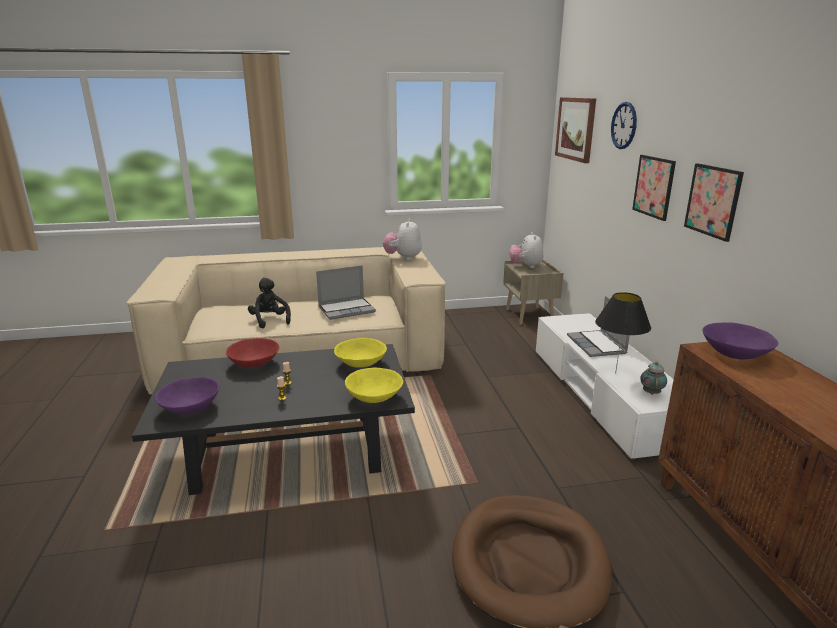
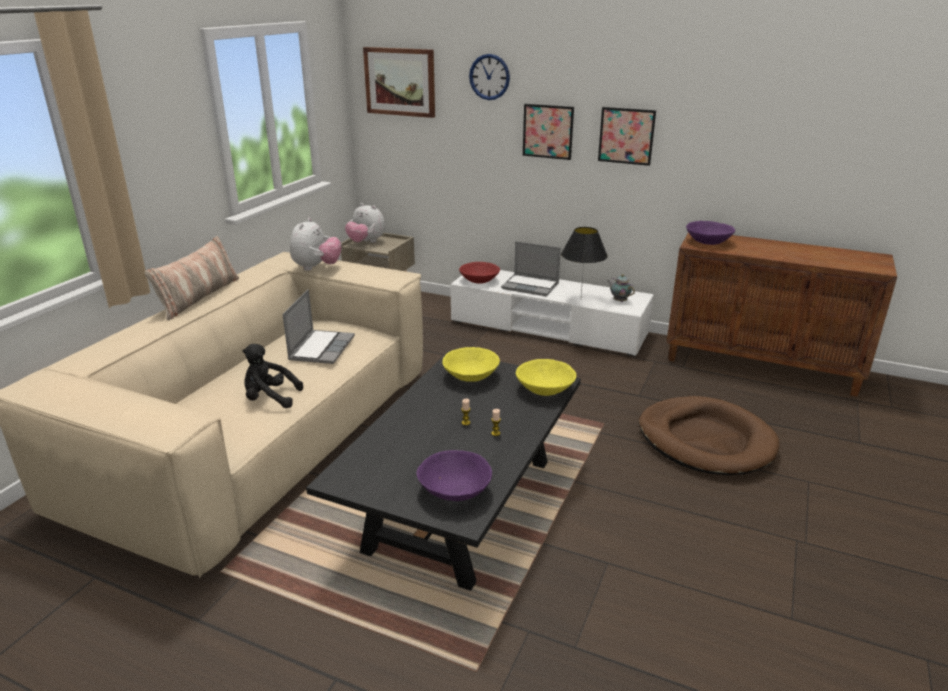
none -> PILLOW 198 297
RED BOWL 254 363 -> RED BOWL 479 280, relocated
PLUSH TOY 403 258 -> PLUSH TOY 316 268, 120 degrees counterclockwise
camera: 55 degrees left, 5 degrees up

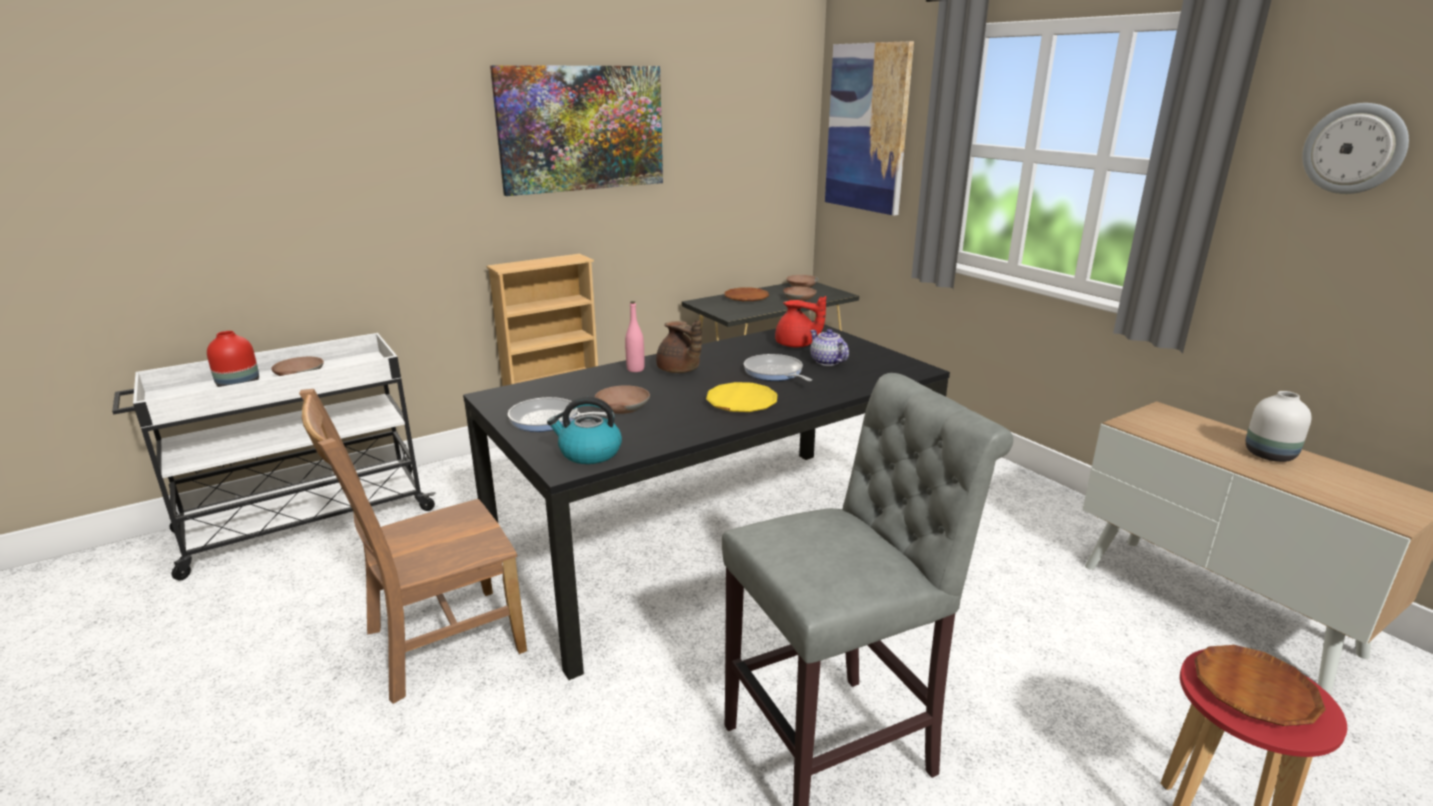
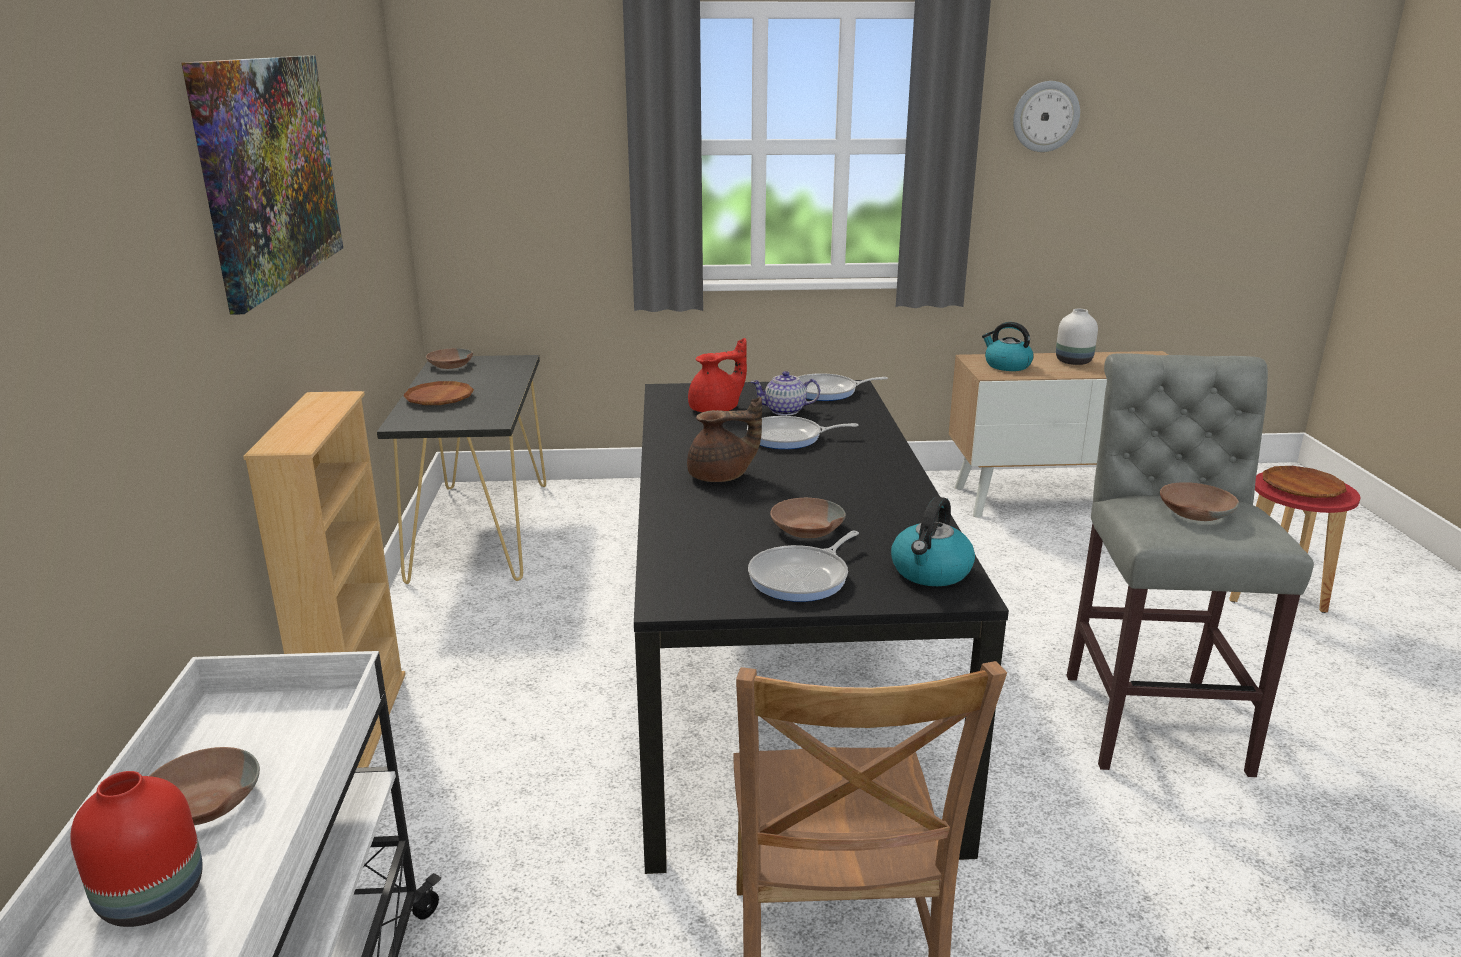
PINK BOTTLE 635 369 -> none
YELLOW PLATE 741 402 -> none
PICTURE 867 128 -> none
none -> FRYING PAN 828 392
none -> KETTLE 1006 365
BROWN BOWL 799 298 -> BROWN BOWL 1194 511, relocated
camera: 60 degrees left, 0 degrees up

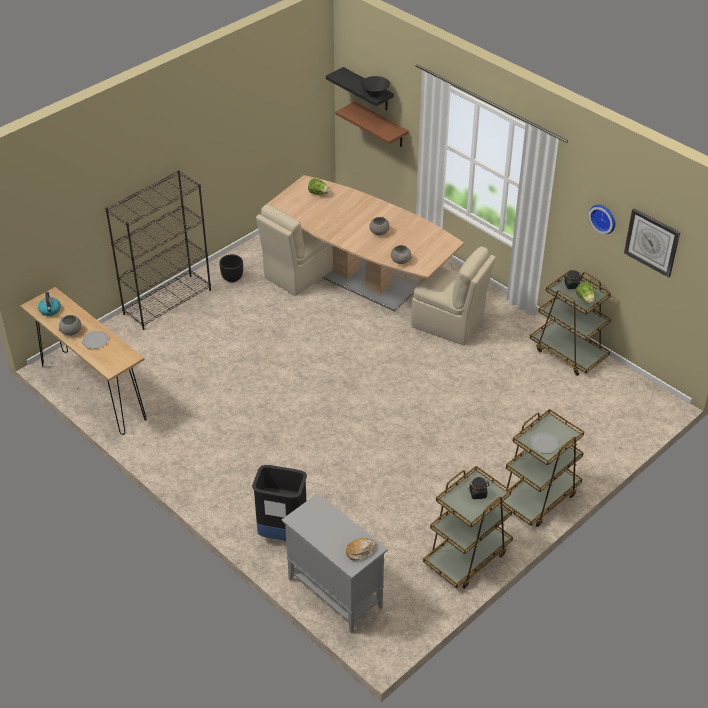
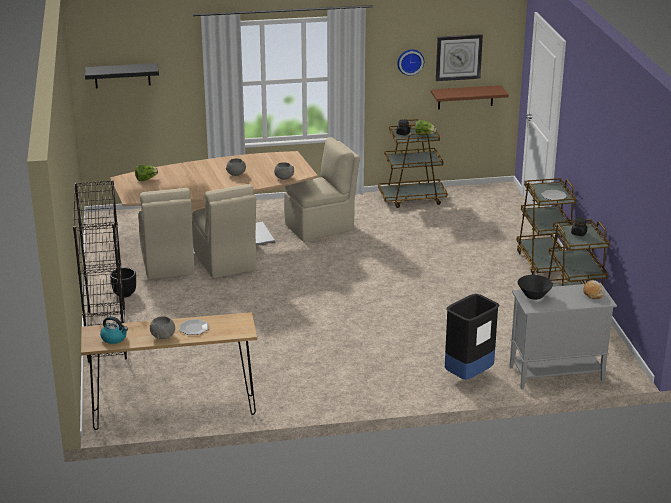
none -> BEIGE CHAIR 225 262
BROWN SHELF 381 125 -> BROWN SHELF 465 97, relocated
BLACK BOWL 375 94 -> BLACK BOWL 534 296, relocated
camera: 55 degrees left, 15 degrees down

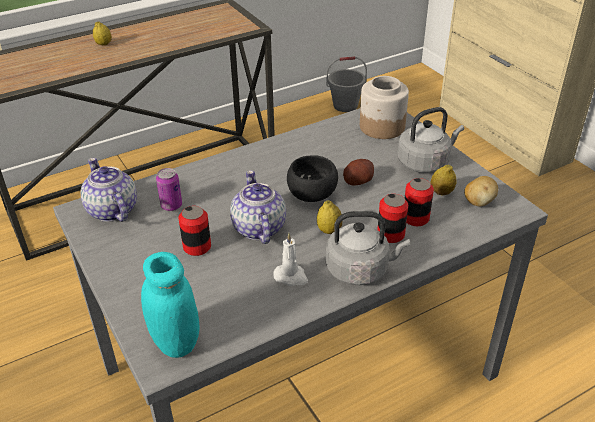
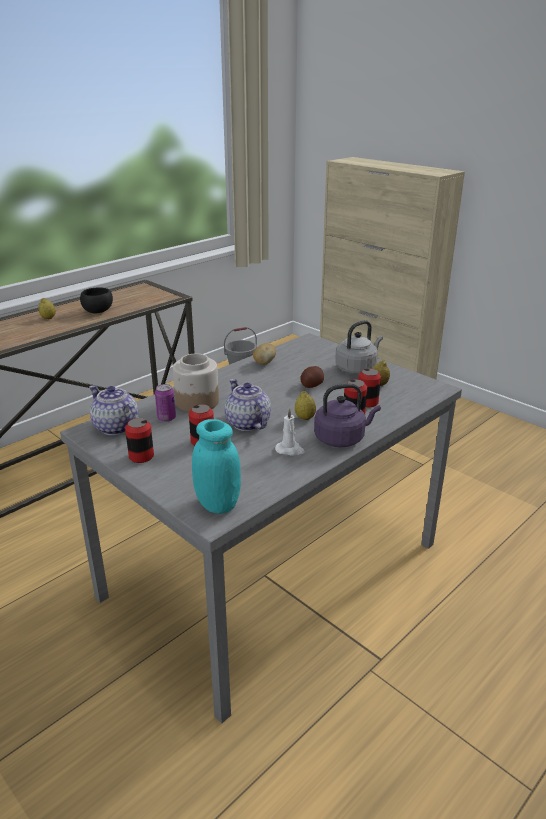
none -> CAN 141 456
BLACK BOWL 313 194 -> BLACK BOWL 98 311, relocated
JAR 381 127 -> JAR 196 402, relocated
POTATO 479 202 -> POTATO 264 363, relocated
GREY KETTLE 360 270 -> PURPLE KETTLE 342 438
camera: 15 degrees left, 10 degrees down

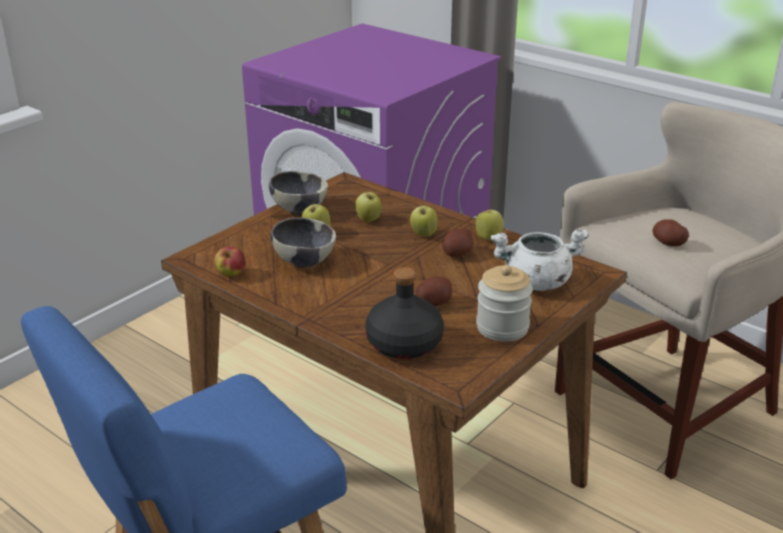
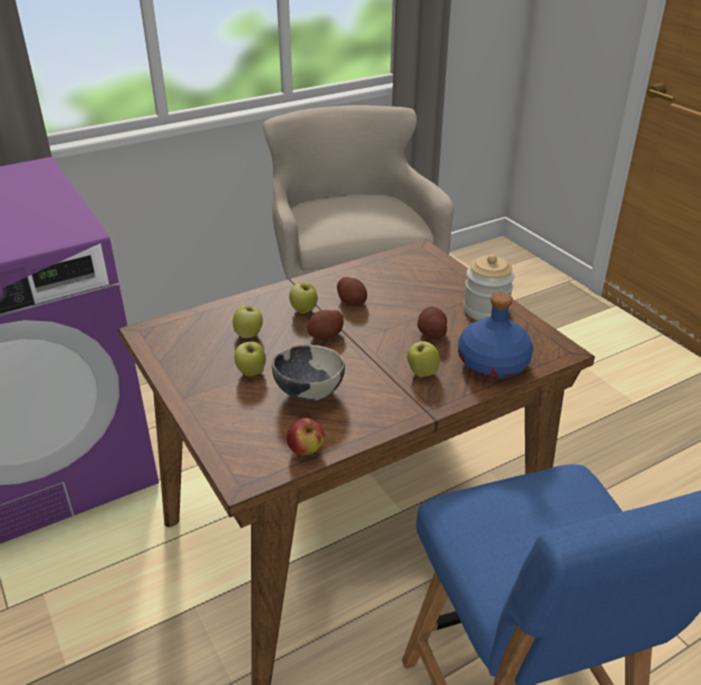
BOWL 299 209 -> none
WHITE COOKING POT 536 282 -> none
APPLE 488 238 -> APPLE 422 373, relocated
POTATO 668 243 -> POTATO 326 335, relocated
BLACK BOTTLE 403 344 -> BLUE BOTTLE 493 364
camera: 70 degrees left, 5 degrees up

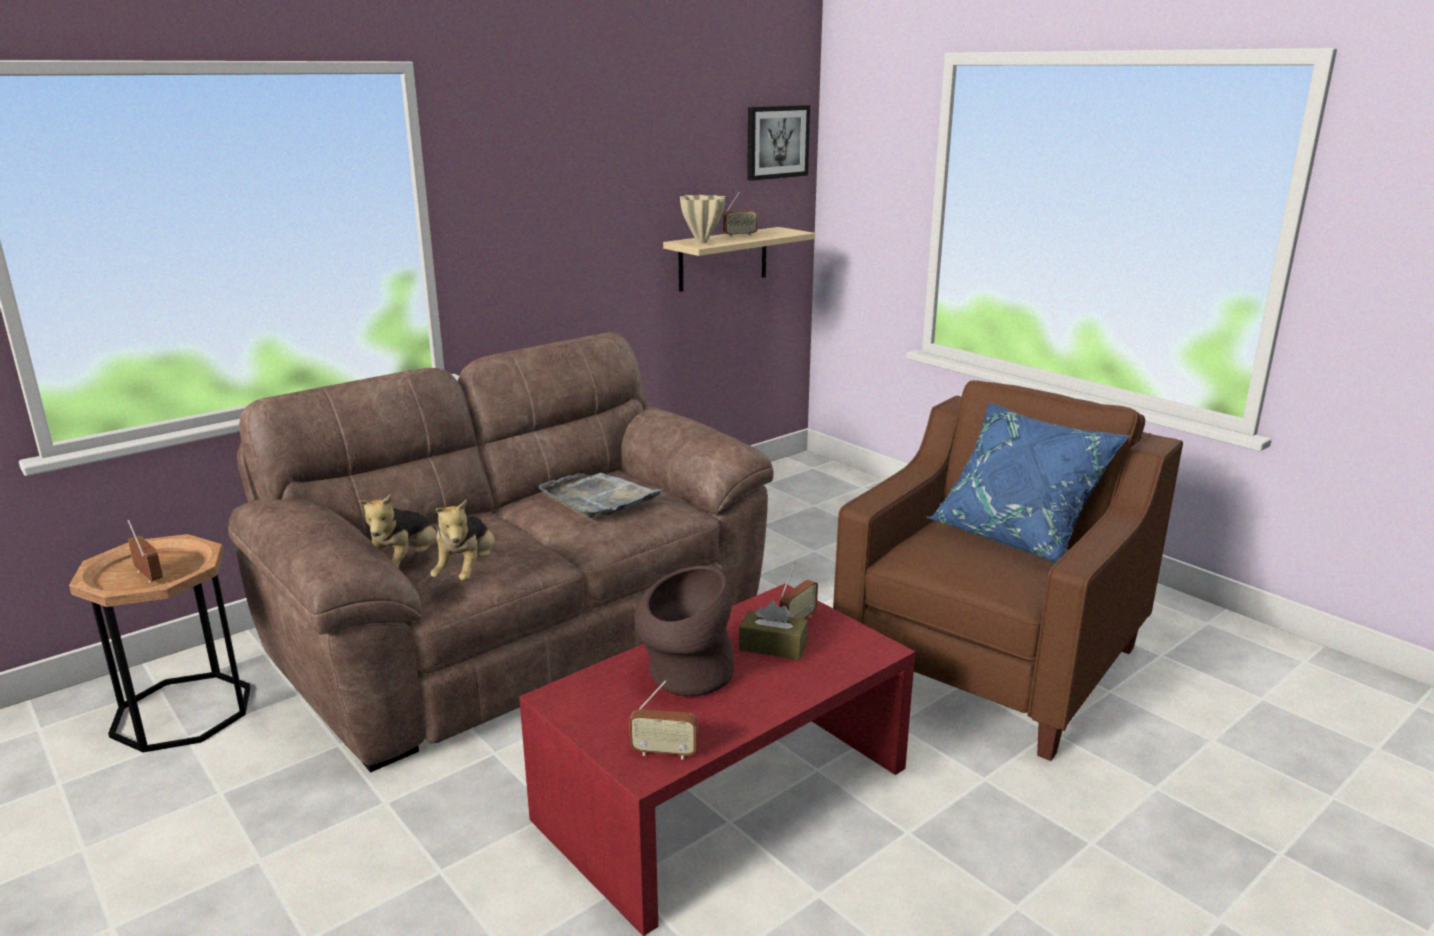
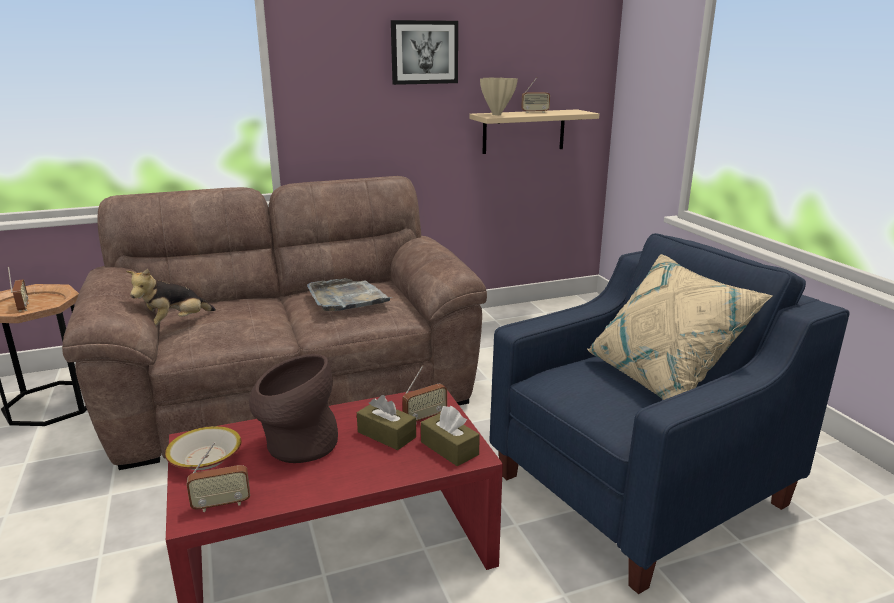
PLUSH TOY 467 571 -> none
none -> BOWL 206 458
none -> BROWN TISSUE BOX 449 448
PICTURE 776 142 -> PICTURE 424 52, relocated
BROWN ARMCHAIR 992 663 -> BLUE ARMCHAIR 640 490
BLUE PILLOW 1017 537 -> BEIGE PILLOW 662 379
RADIO 664 753 -> RADIO 221 504, 45 degrees counterclockwise
camera: 20 degrees right, 0 degrees up

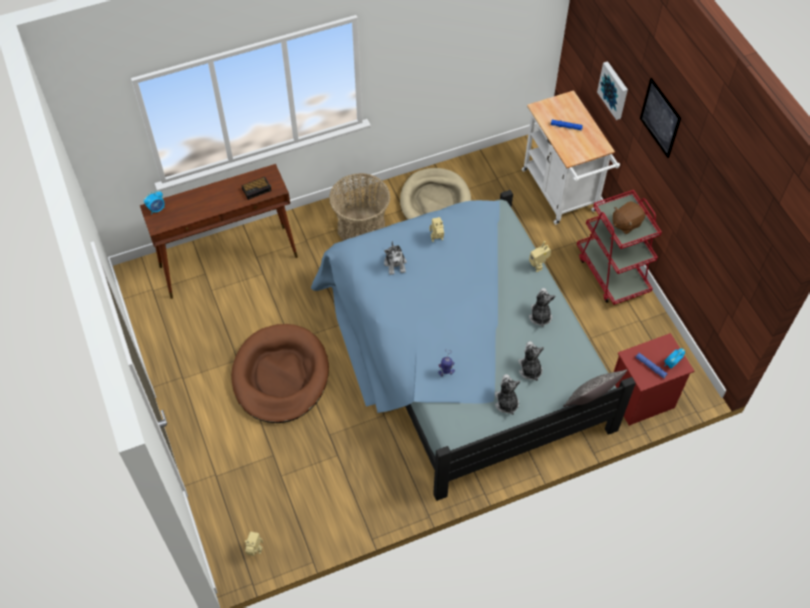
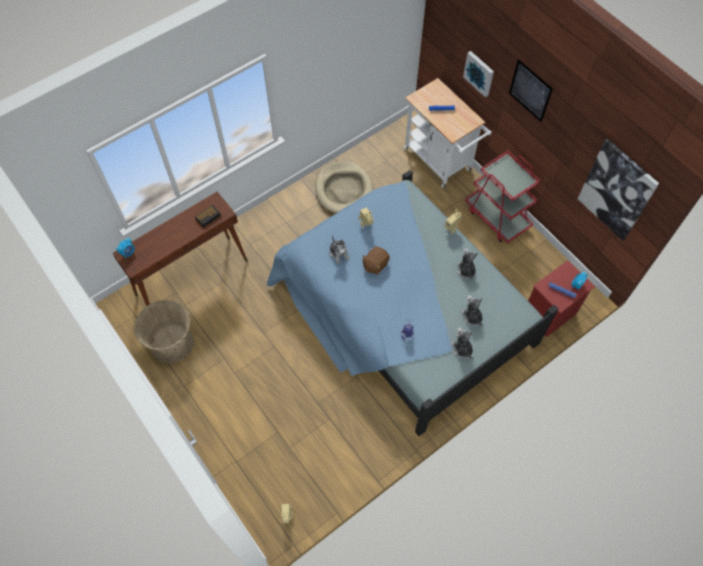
BROWN DOG BED 280 376 -> none
PILLOW 590 400 -> none
none -> PICTURE 617 190
BASKET 361 227 -> BASKET 172 343, relocated
BROWN PLUSH TOY 626 223 -> BROWN PLUSH TOY 375 265, relocated
camera: 15 degrees left, 5 degrees up

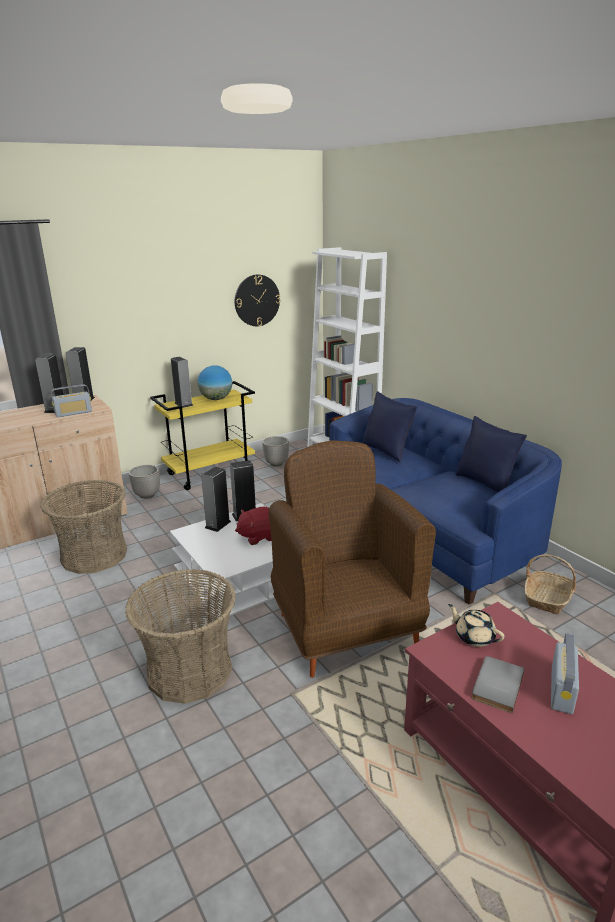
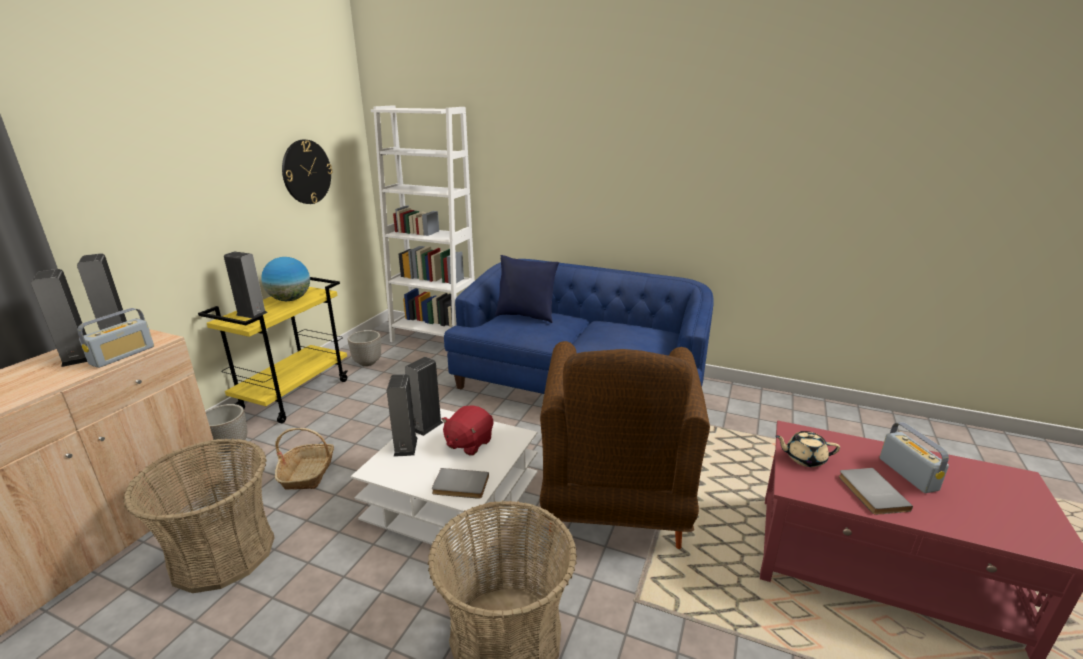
BLUE PILLOW 485 483 -> none
none -> GREY BOOK 460 486
BASKET 548 598 -> BASKET 308 473, relocated
BROWN ARMCHAIR 346 629 -> BROWN ARMCHAIR 613 507, 120 degrees counterclockwise
camera: 35 degrees left, 0 degrees up

